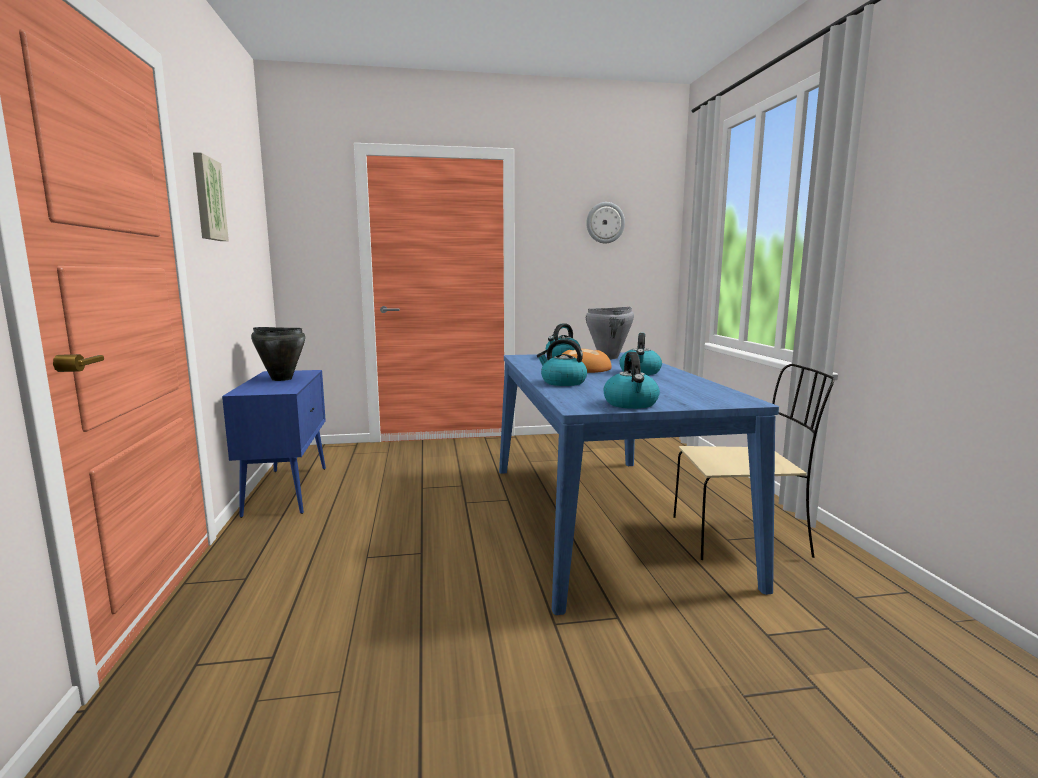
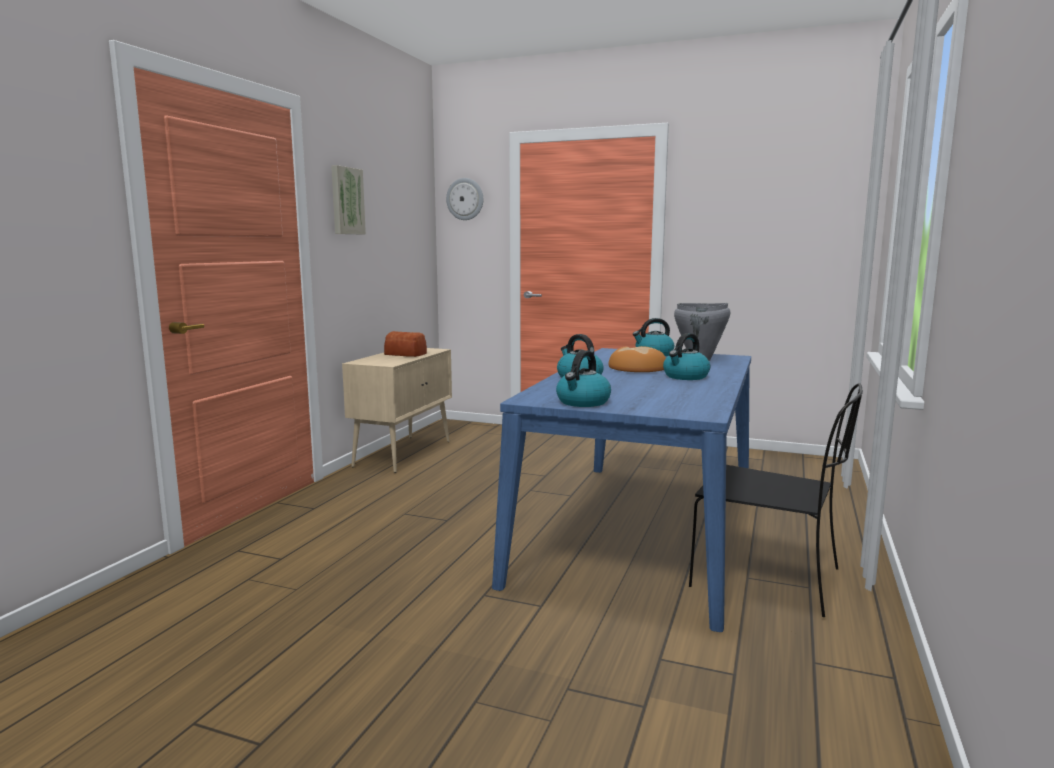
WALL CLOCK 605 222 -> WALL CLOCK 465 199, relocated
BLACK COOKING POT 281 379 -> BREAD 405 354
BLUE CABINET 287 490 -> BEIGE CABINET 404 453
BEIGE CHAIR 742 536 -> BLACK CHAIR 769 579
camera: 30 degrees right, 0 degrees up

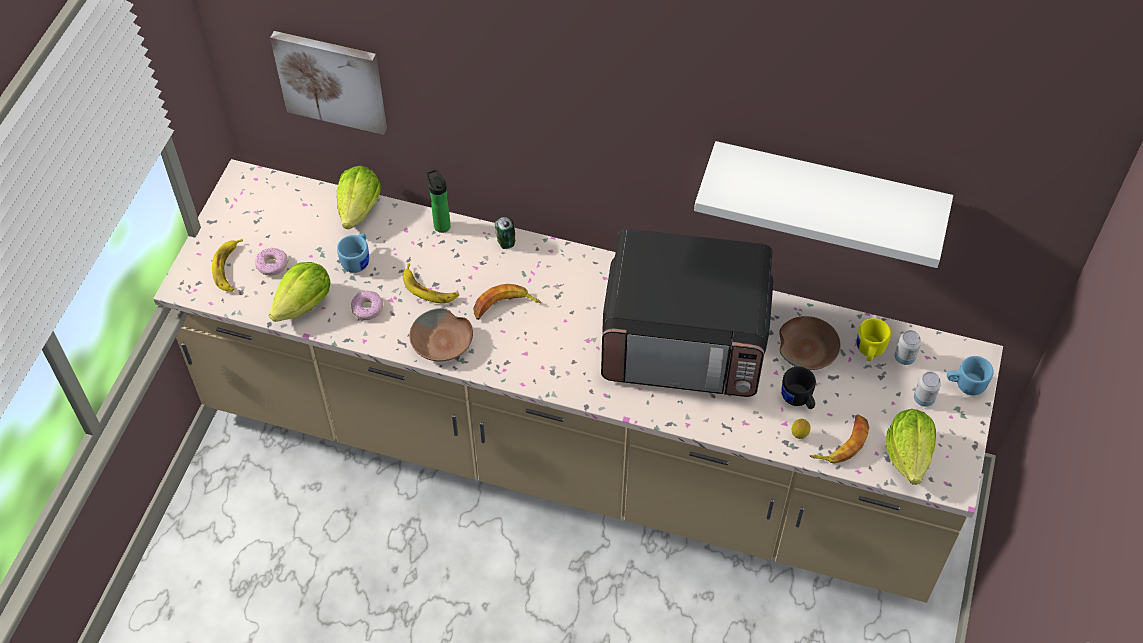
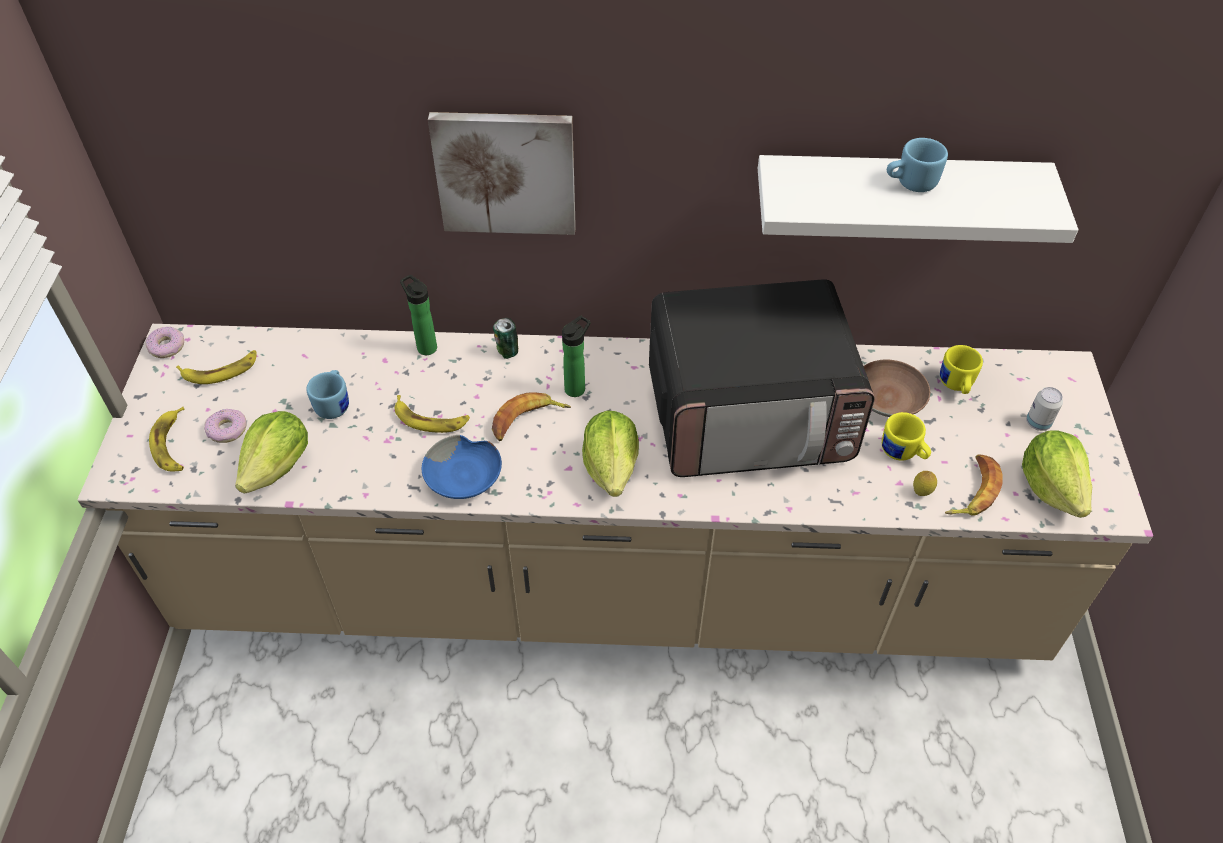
CAN 904 357 -> none
none -> BANANA 220 370
none -> BOTTLE 577 387
PICTURE 331 80 -> PICTURE 506 172, relocated
LETTUCE 359 209 -> LETTUCE 611 467, relocated
DONUT 367 308 -> DONUT 167 346, relocated
BLUE MUG 965 384 -> BLUE MUG 909 183, relocated
BROWN BOWL 442 343 -> BLUE BOWL 464 477
BLACK MUG 798 400 -> YELLOW MUG 903 453
camera: 15 degrees left, 5 degrees down

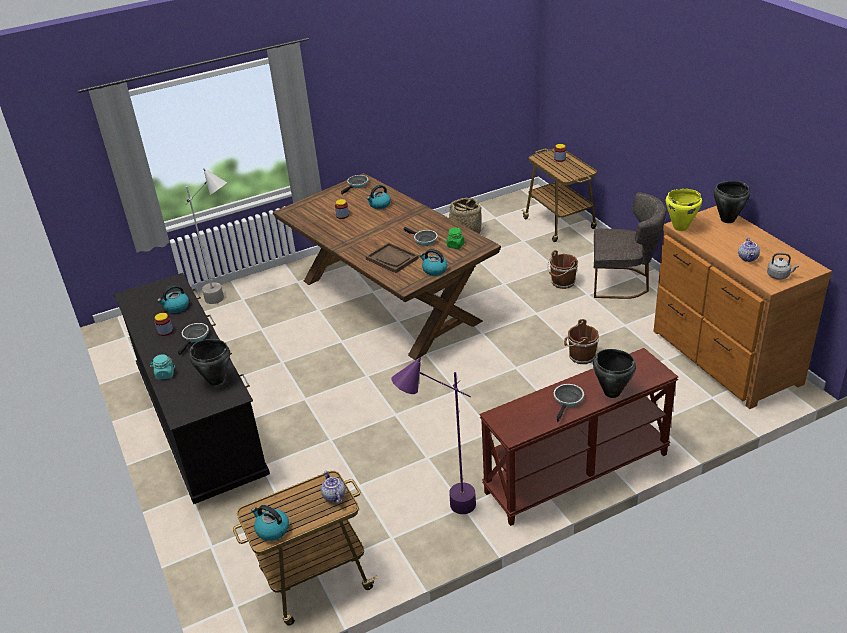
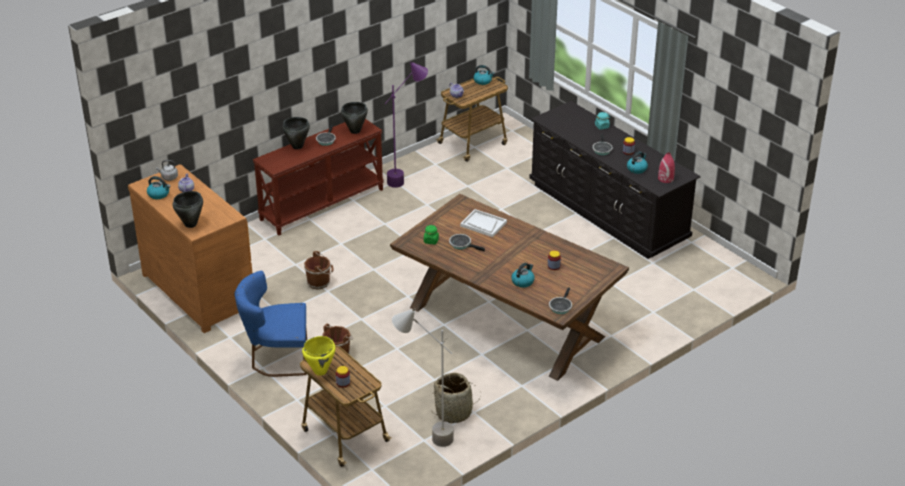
none -> RED VASE 665 179
GREY FLOOR LAMP 228 301 -> GREY FLOOR LAMP 425 437, relocated
BLACK COOKING POT 216 380 -> BLACK COOKING POT 355 131, relocated
KETTLE 434 270 -> KETTLE 159 194, relocated
YELLOW COOKING POT 680 227 -> YELLOW COOKING POT 320 371, relocated
BROWN TRAY 392 259 -> WHITE TRAY 483 224
GREY CHAIR 623 283 -> BLUE CHAIR 276 358
camera: 165 degrees right, 0 degrees up

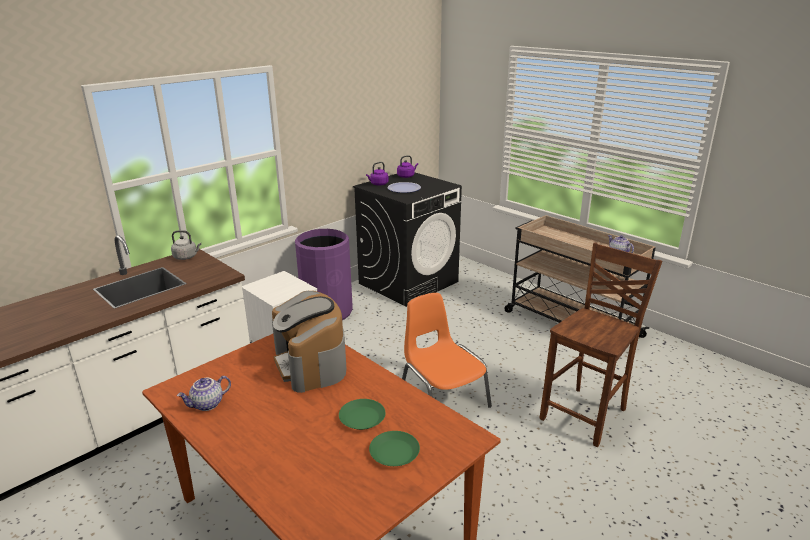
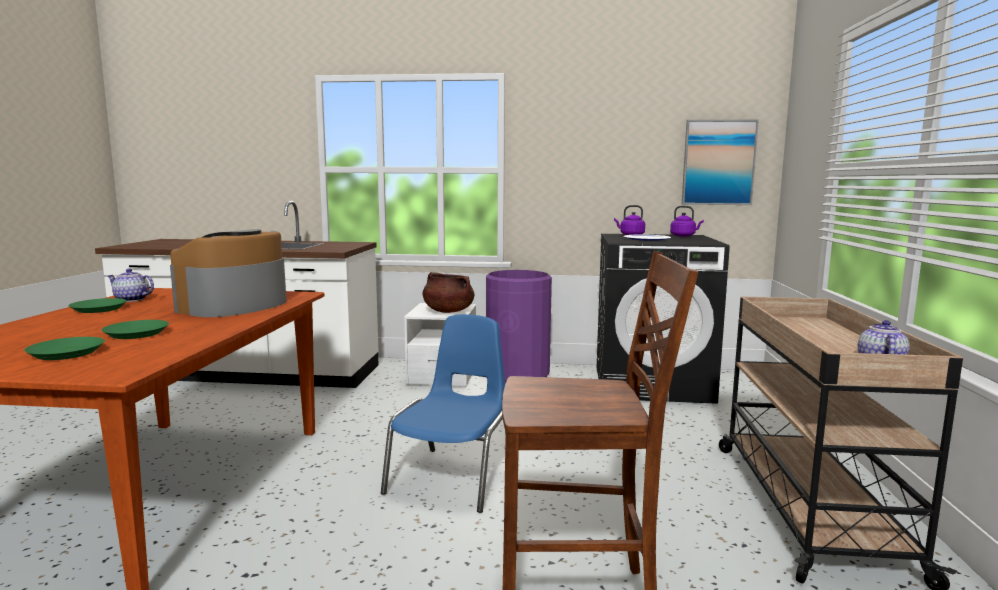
GREY KETTLE 187 257 -> none
none -> GREEN PLATE 98 309
none -> BROWN COOKING POT 448 311
none -> PICTURE 718 163
ORANGE CHAIR 442 398 -> BLUE CHAIR 453 477
camera: 50 degrees right, 15 degrees down

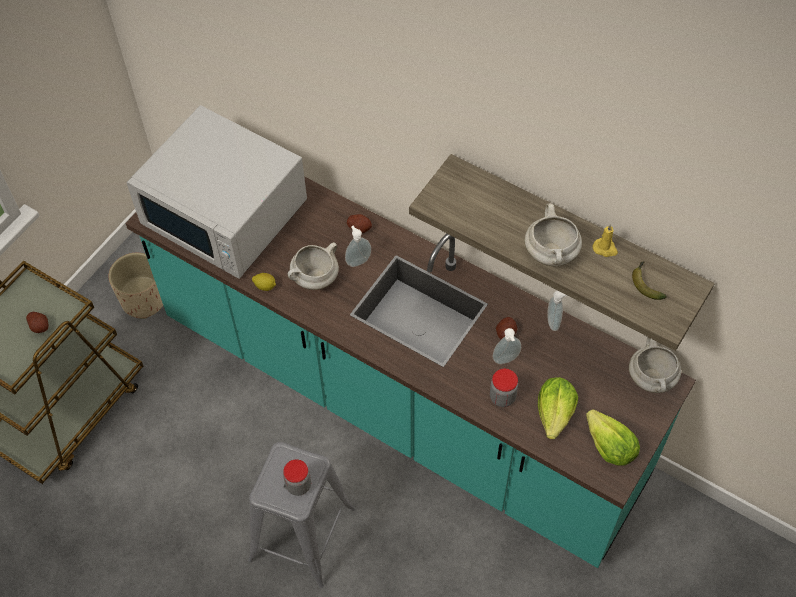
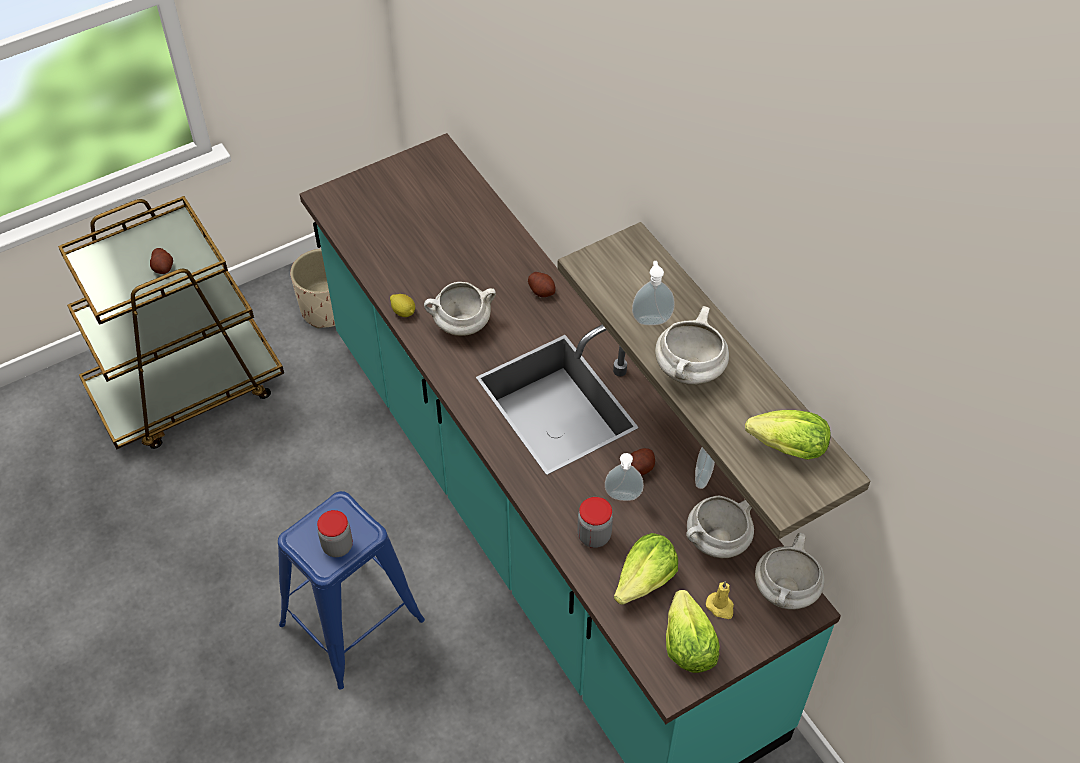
WHITE MICROWAVE 225 214 -> none
none -> WHITE COOKING POT 717 541
SOAP DISPENSER 358 261 -> SOAP DISPENSER 651 319, relocated
YELLOW CANDLE 605 249 -> YELLOW CANDLE 720 607, relocated
BANANA 645 283 -> LETTUCE 783 447
GREY STOOL 302 535 -> BLUE STOOL 351 623
camera: 25 degrees right, 5 degrees down

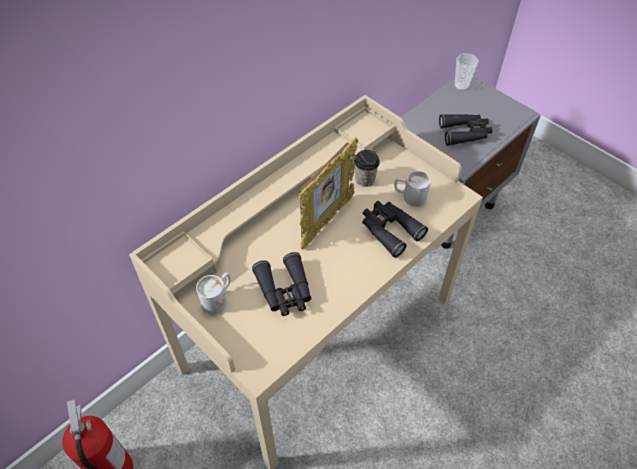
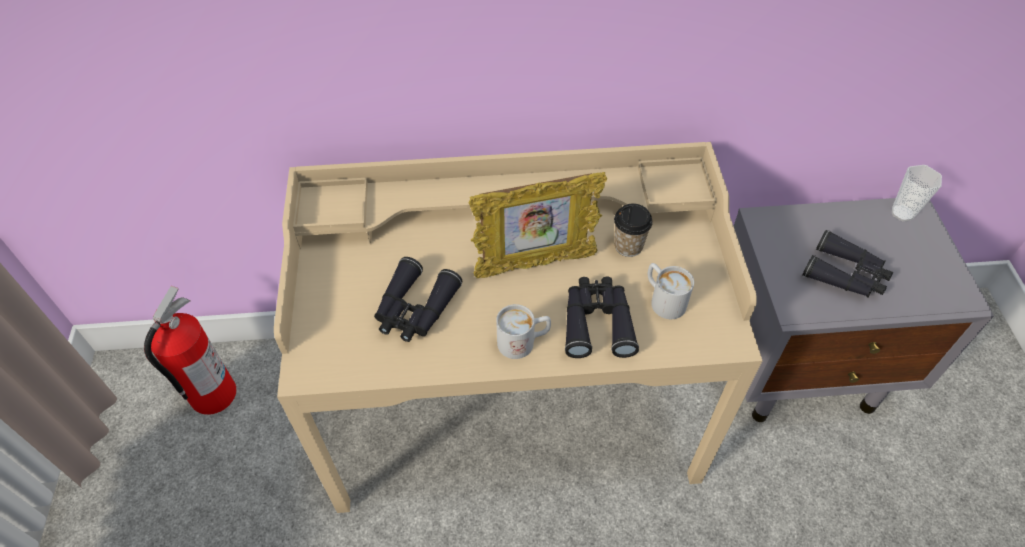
WHITE MUG 218 298 -> WHITE MUG 523 342, relocated
camera: 40 degrees right, 0 degrees up

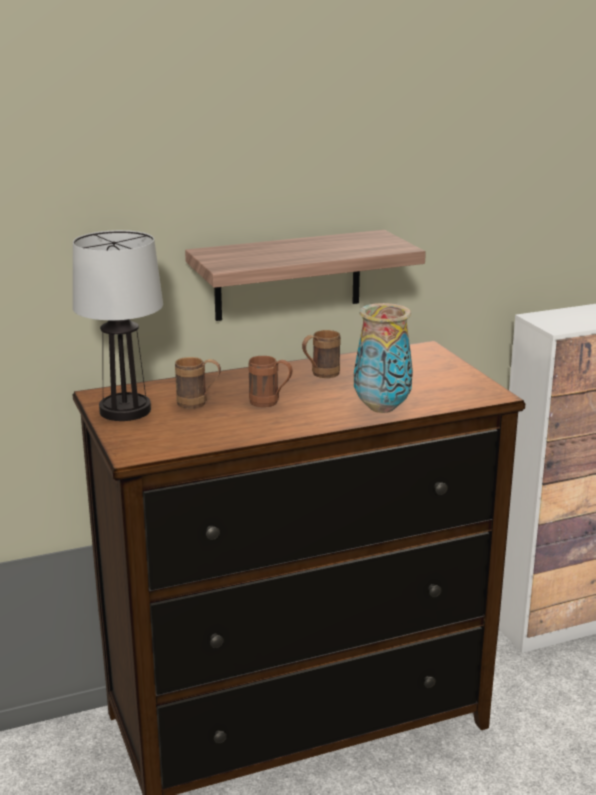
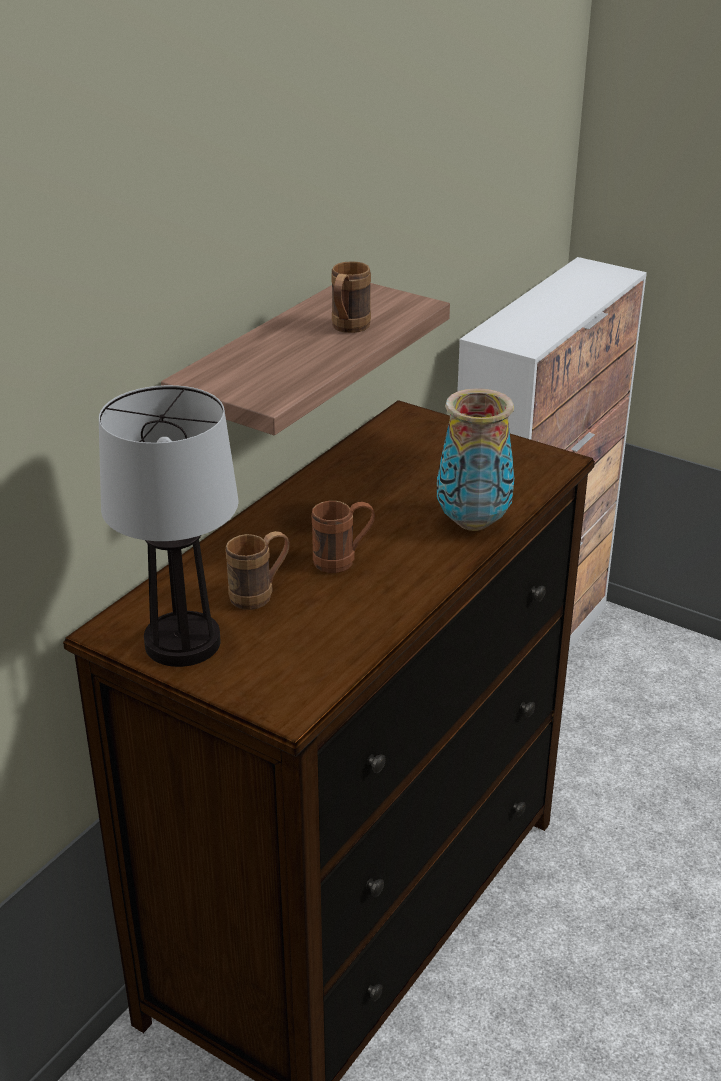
BROWN MUG 320 375 -> BROWN MUG 347 329, relocated
camera: 35 degrees left, 10 degrees up

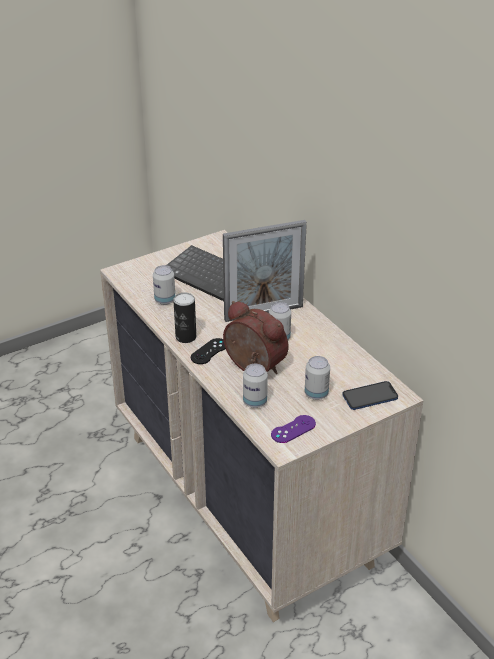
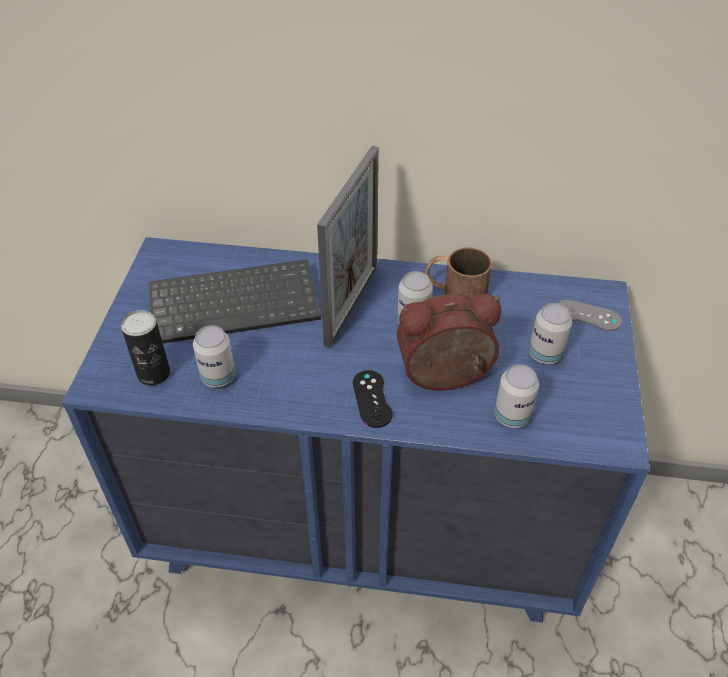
PURPLE GAME CONTROLLER 293 429 -> none
none -> BROWN MUG 454 290
CAN 186 337 -> CAN 154 373, relocated
PHONE 370 397 -> GREY GAME CONTROLLER 587 315
BEIGE DRESSER 247 499 -> BLUE DRESSER 365 526
camera: 50 degrees left, 10 degrees up

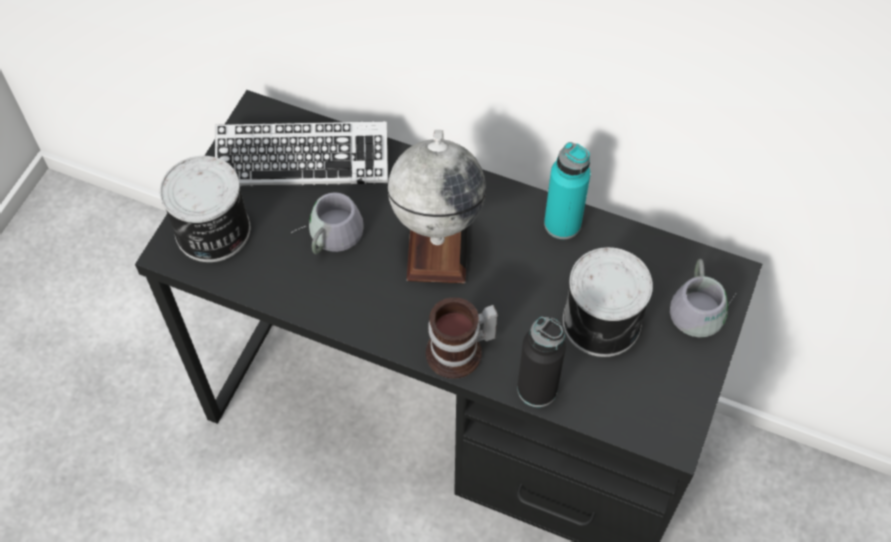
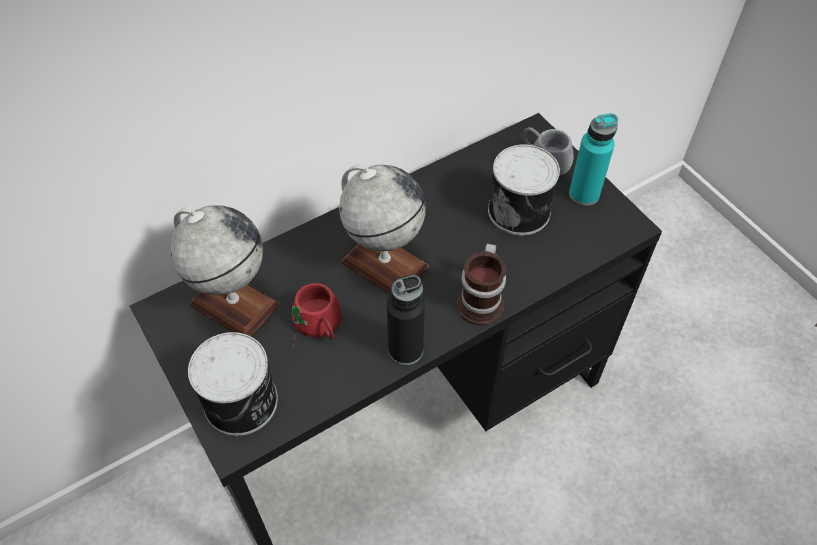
BLACK BOTTLE 537 389 -> BLACK BOTTLE 405 350, relocated
TURQUOISE BOTTLE 562 224 -> TURQUOISE BOTTLE 584 194, relocated
KEYBOARD 303 160 -> GLOBE 234 304
GREY MUG 327 234 -> RED MUG 315 325
camera: 55 degrees left, 5 degrees down

